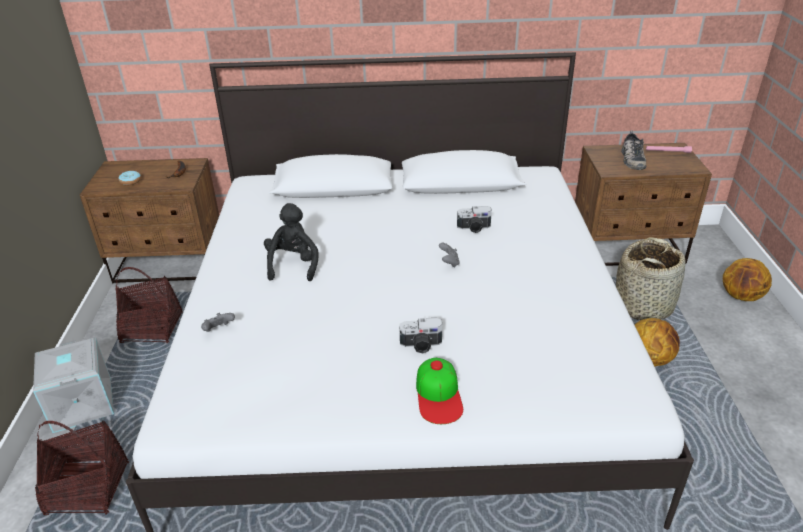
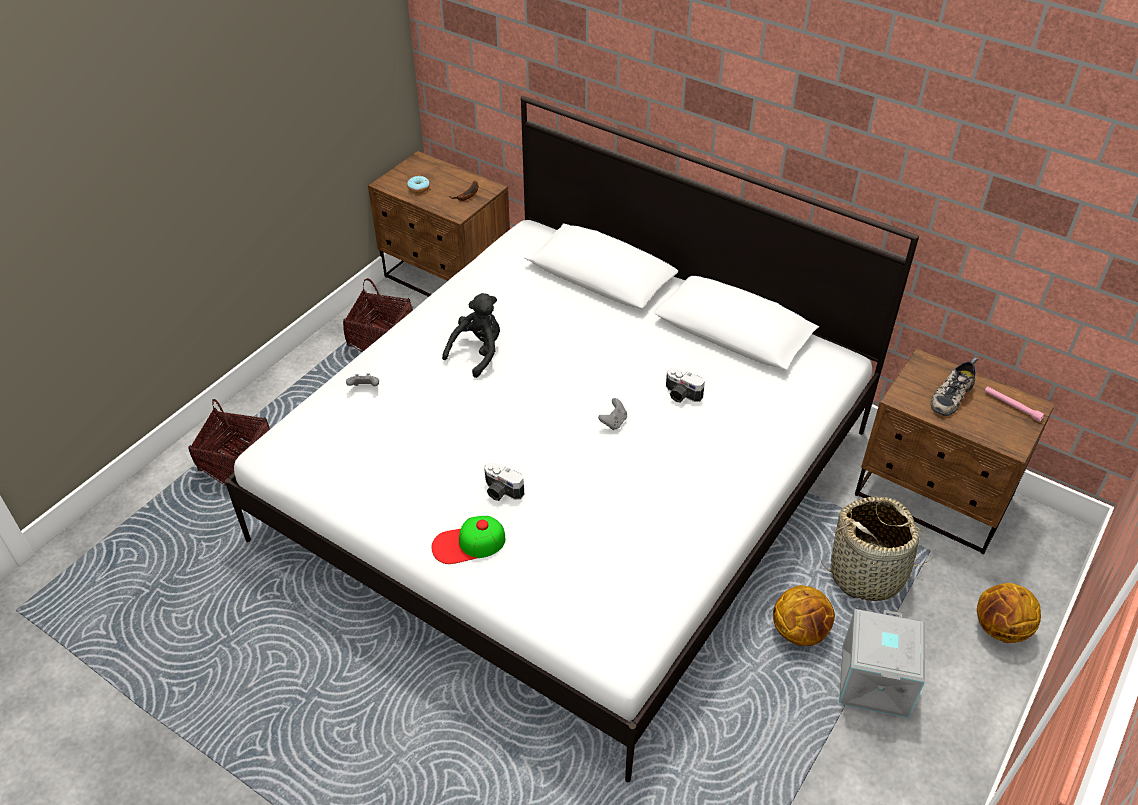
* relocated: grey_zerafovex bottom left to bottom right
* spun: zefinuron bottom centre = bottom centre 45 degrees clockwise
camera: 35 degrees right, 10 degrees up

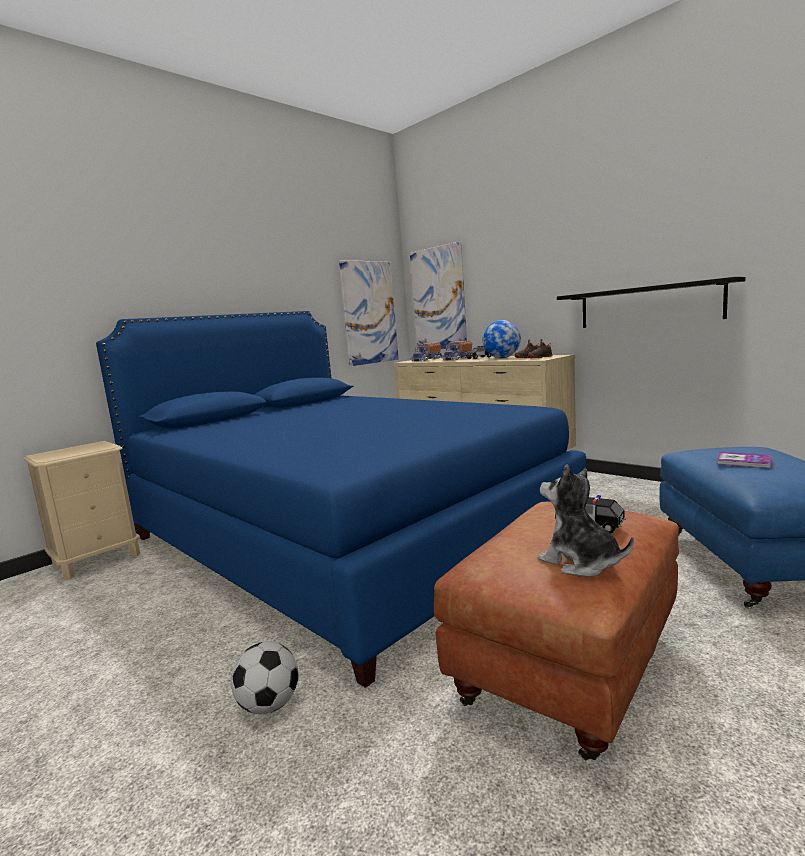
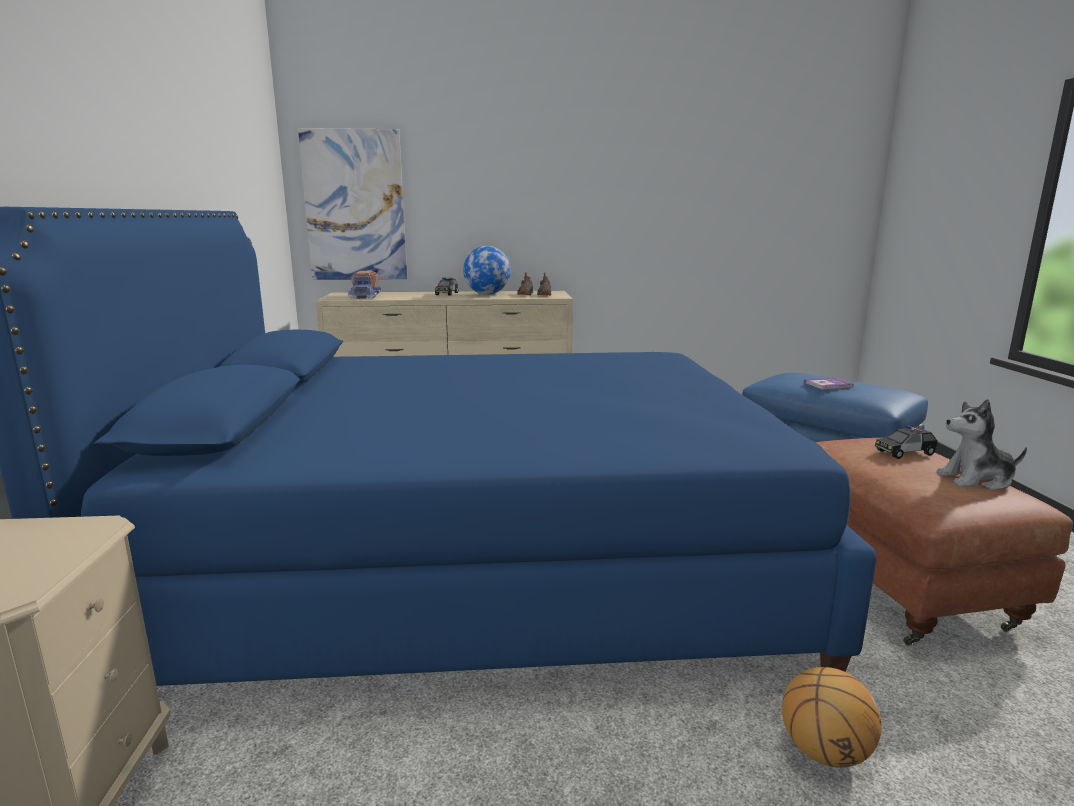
* missing: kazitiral (no. 1 from left) centre
* missing: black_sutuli middle right
* missing: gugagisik (no. 2 from left) centre
* exchanged: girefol bottom left to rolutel bottom right
camera: 50 degrees left, 5 degrees up

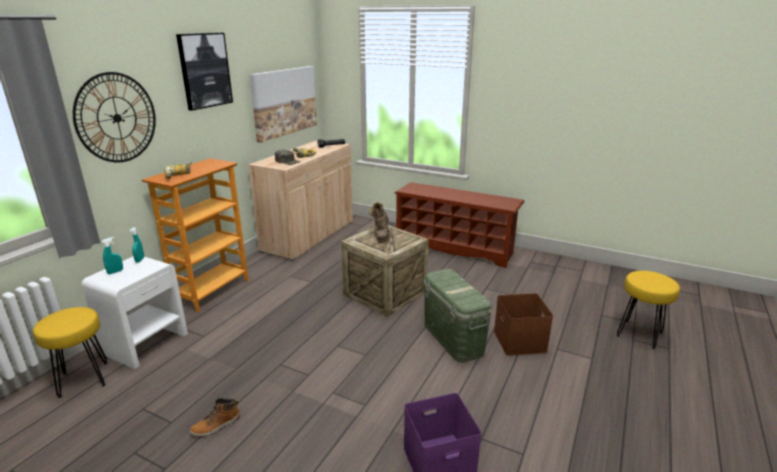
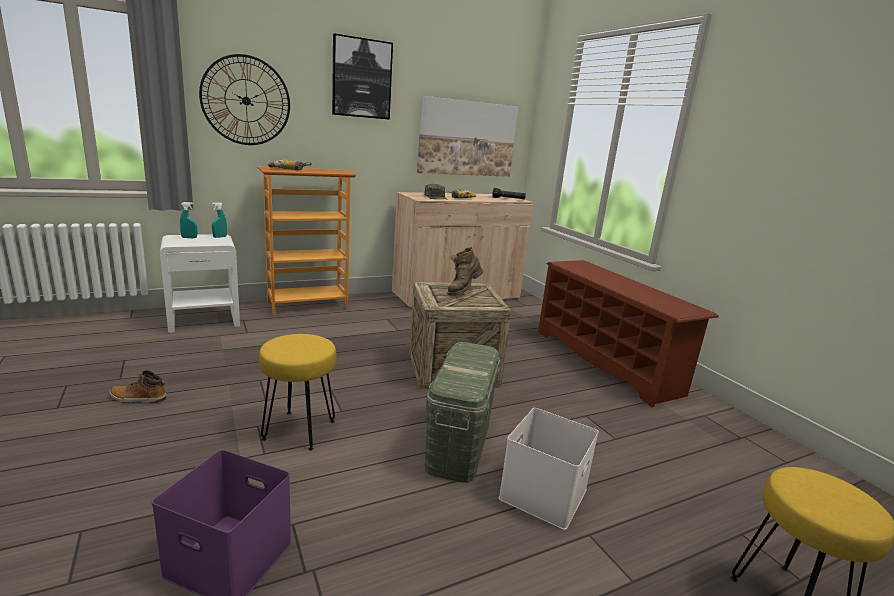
* colour: brown_zerafovex bottom right to white_zerafovex bottom centre
* relocated: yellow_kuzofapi (no. 1 from left) bottom left to middle left
camera: 35 degrees right, 5 degrees down

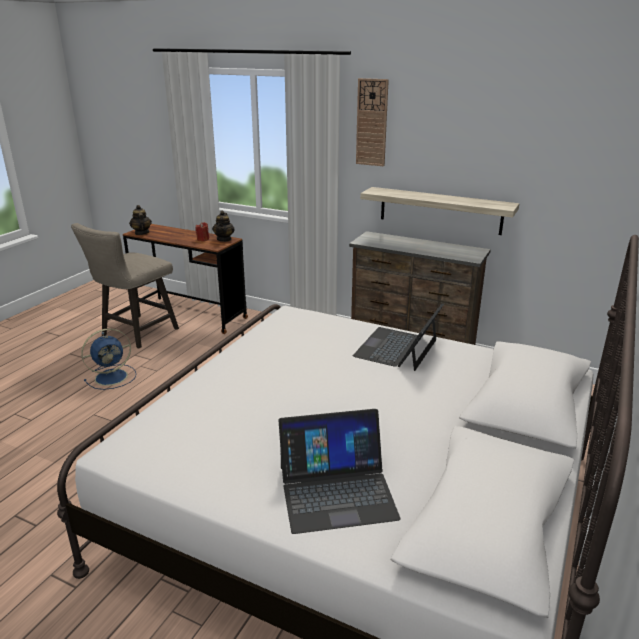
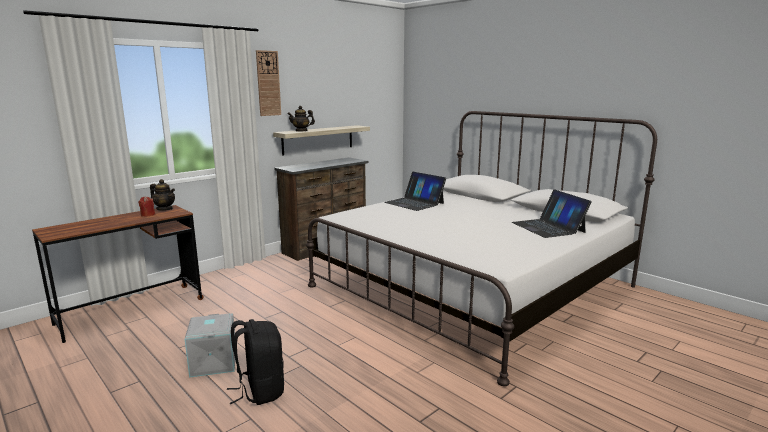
* relocated: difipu (no. 1 from left in the first image) middle left to difipu (no. 2 from left) top centre
* missing: beige_kuzofapi middle left
* exchanged: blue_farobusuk middle left to grey_zerafovex bottom left
* spun: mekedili (no. 1 from left in the first image) bottom centre = middle right 150 degrees clockwise
* appeared: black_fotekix bottom left
camera: 70 degrees left, 10 degrees down

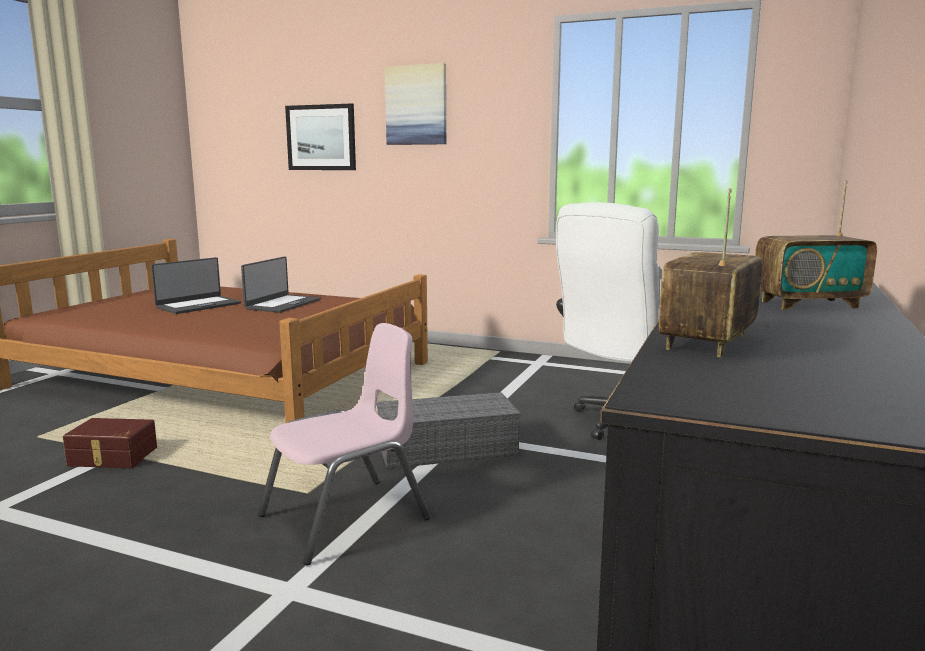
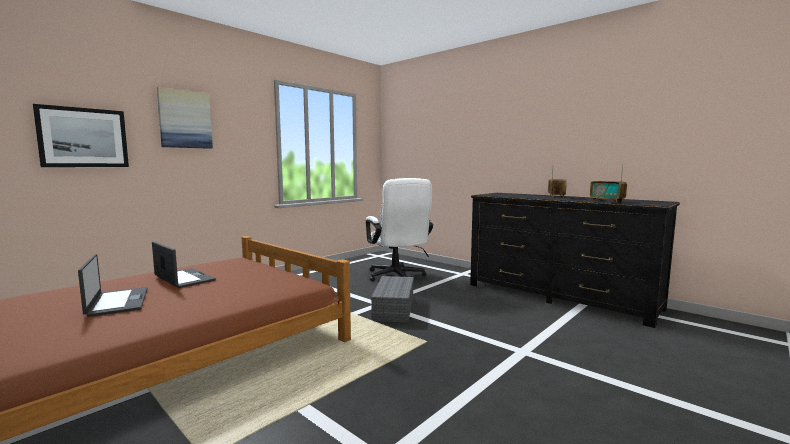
* missing: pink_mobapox bottom centre
* missing: brown_zerafovex bottom left
camera: 70 degrees left, 5 degrees down

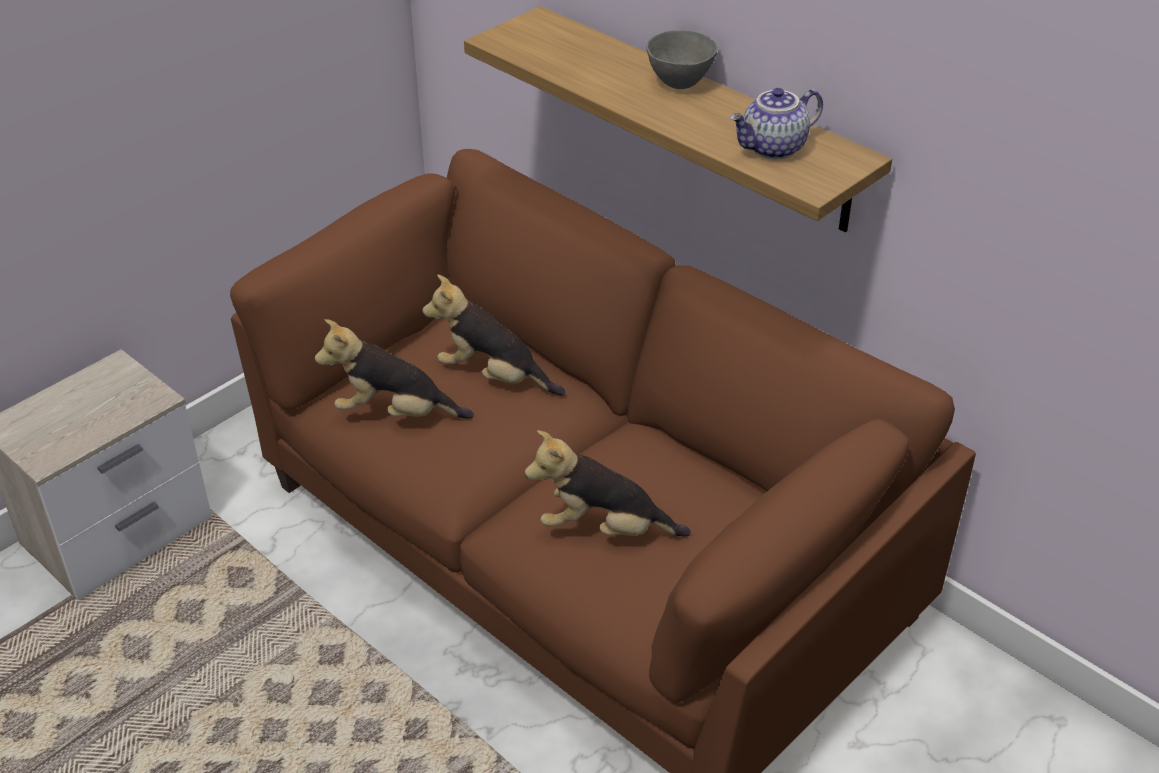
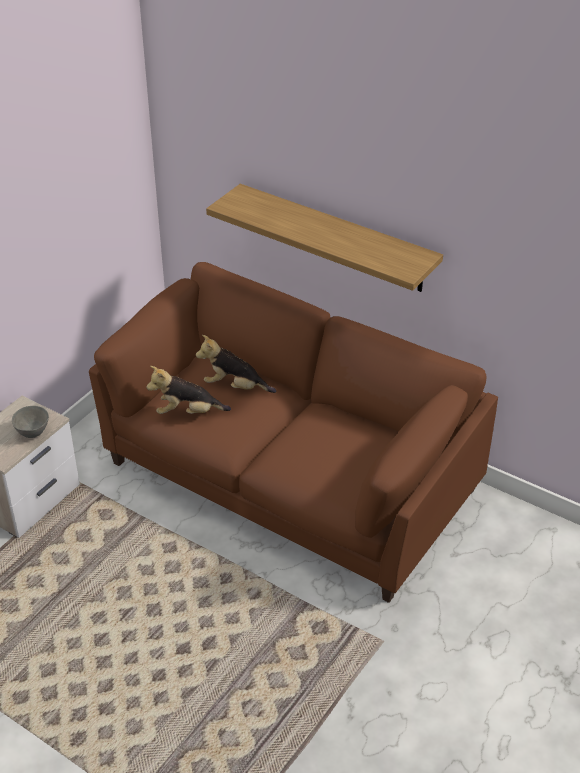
* relocated: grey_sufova top centre to middle left
* missing: difipu top right
* missing: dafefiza (no. 3 from left) centre
camera: 10 degrees left, 0 degrees up

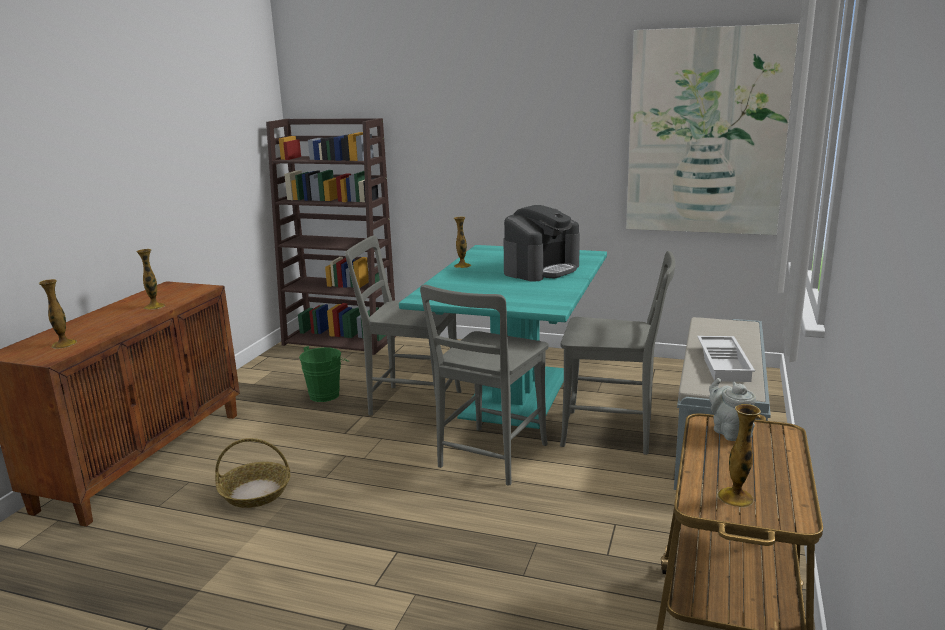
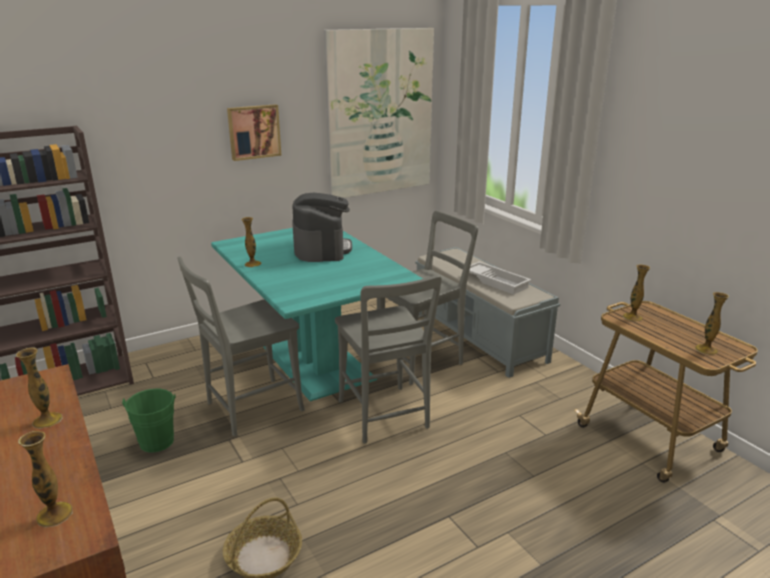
* exchanged: grey_difipu middle right to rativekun (no. 4 from left) middle right
* appeared: kazitiral (no. 1 from left) top left
camera: 50 degrees left, 5 degrees up

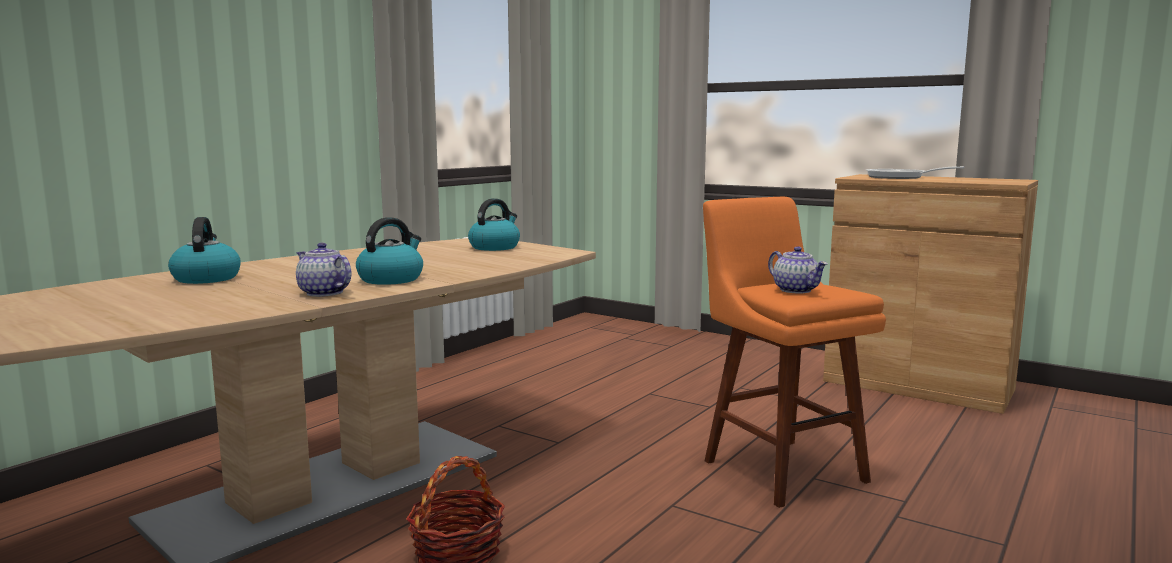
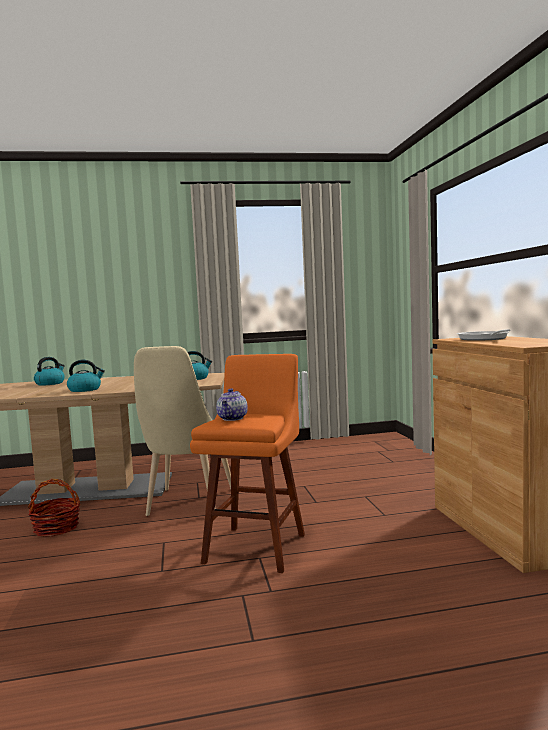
* missing: difipu (no. 1 from left) middle left
* appeared: beige_mobapox middle left
camera: 45 degrees right, 5 degrees down

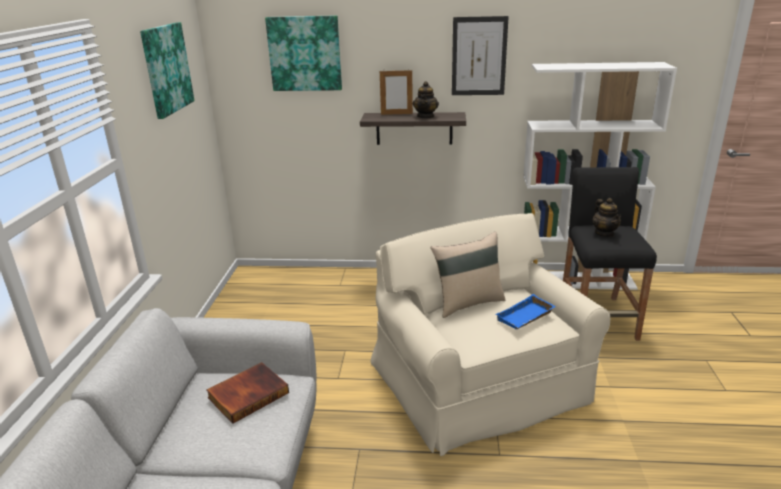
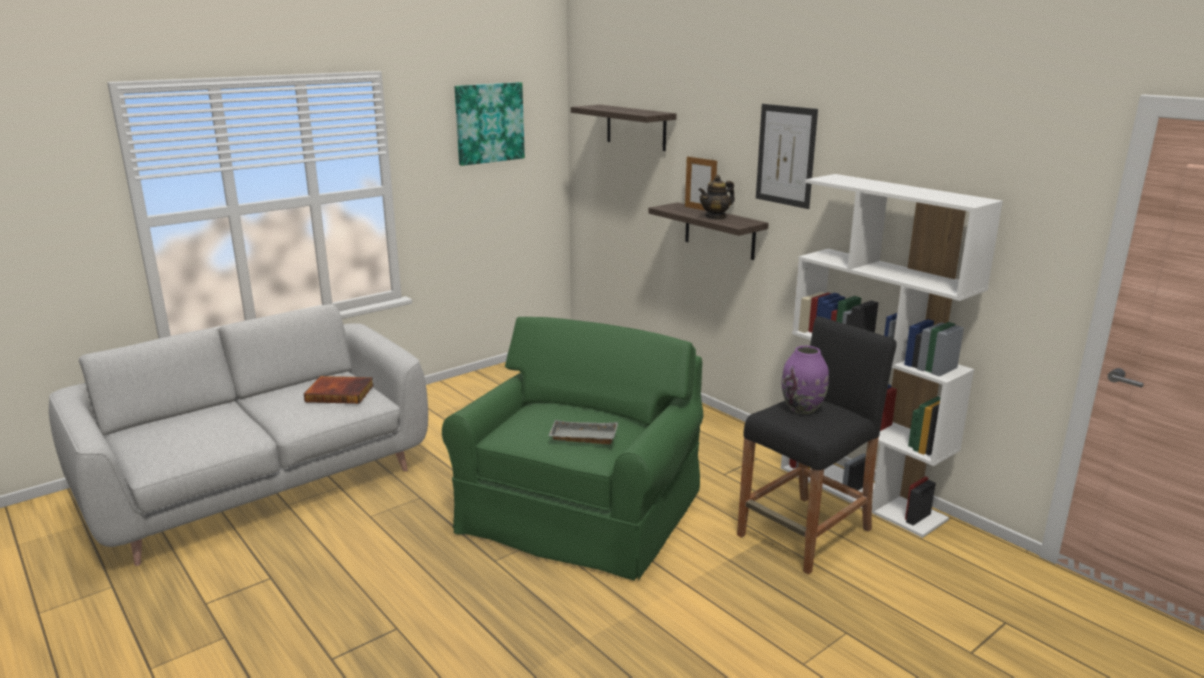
* exchanged: kazitiral (no. 2 from left) top centre to sutuli (no. 1 from left) top centre
* exchanged: difipu (no. 2 from left) middle right to purple_rativekun middle right
* colour: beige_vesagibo bottom centre to green_vesagibo centre
* missing: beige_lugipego centre
* colour: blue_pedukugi middle right to grey_pedukugi centre
camera: 45 degrees right, 5 degrees down

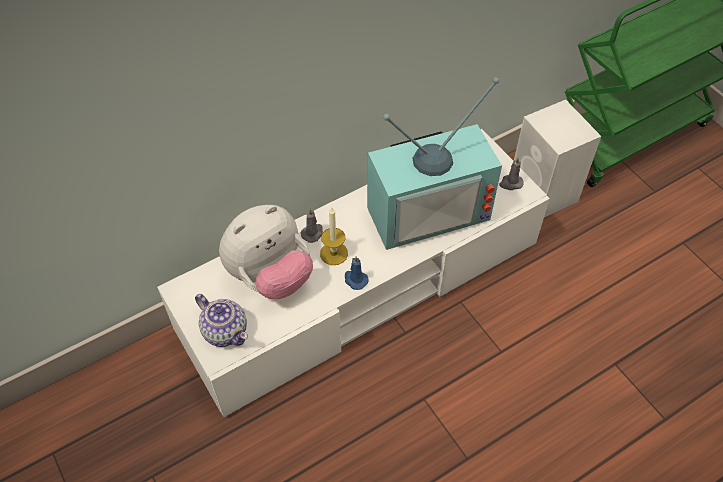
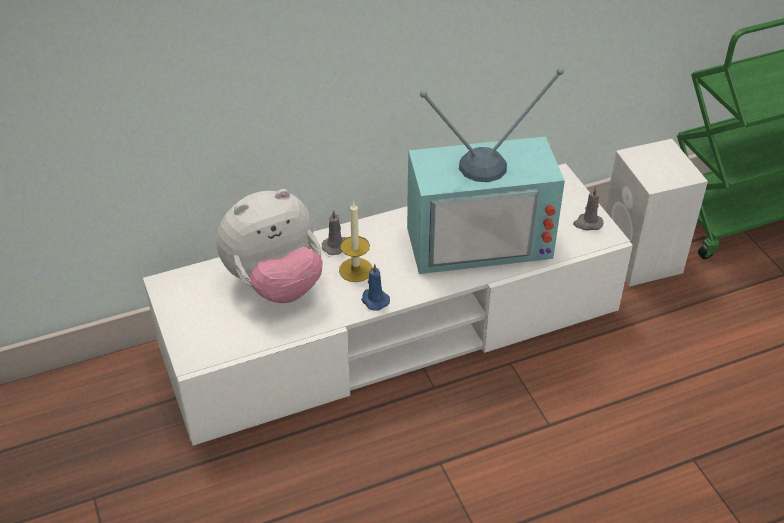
* missing: difipu middle left
camera: 10 degrees right, 10 degrees down

